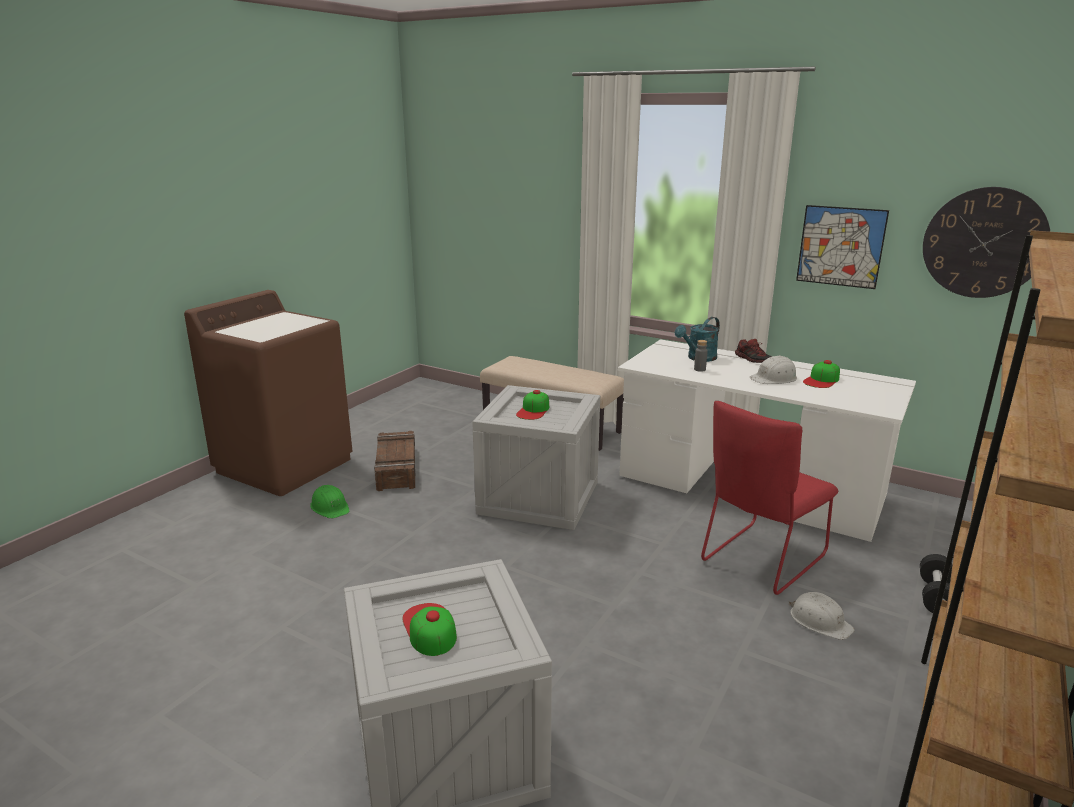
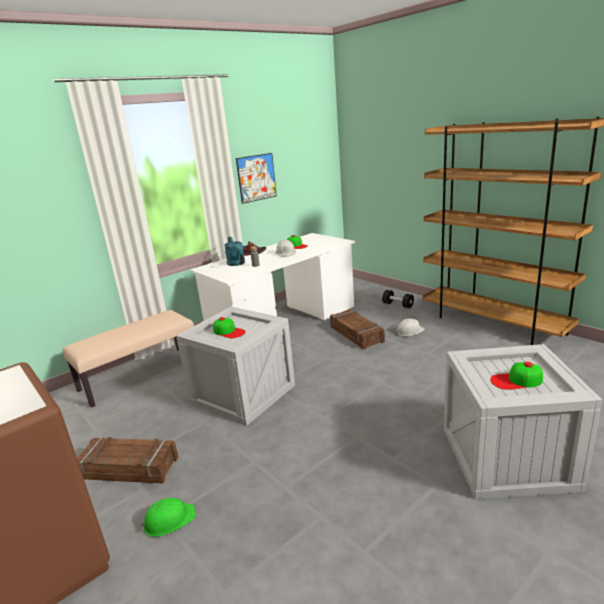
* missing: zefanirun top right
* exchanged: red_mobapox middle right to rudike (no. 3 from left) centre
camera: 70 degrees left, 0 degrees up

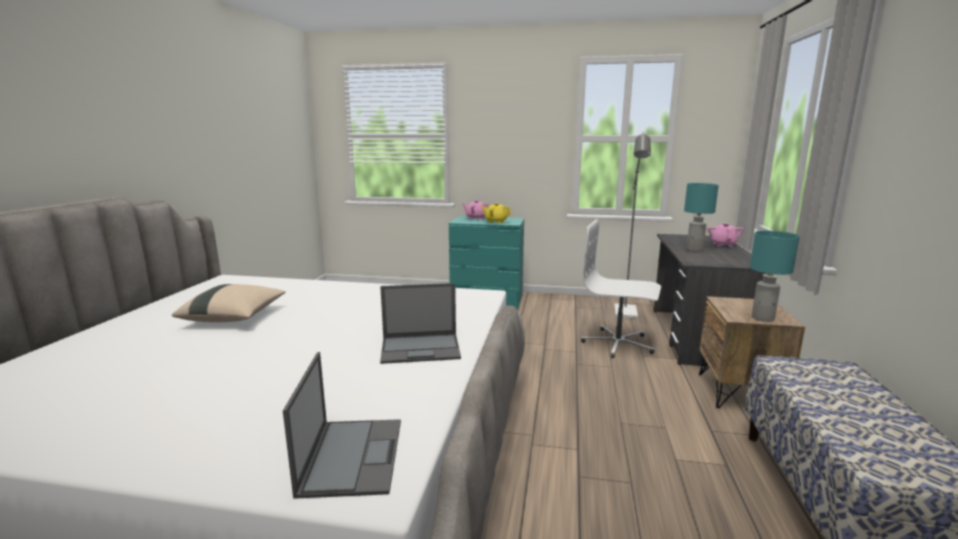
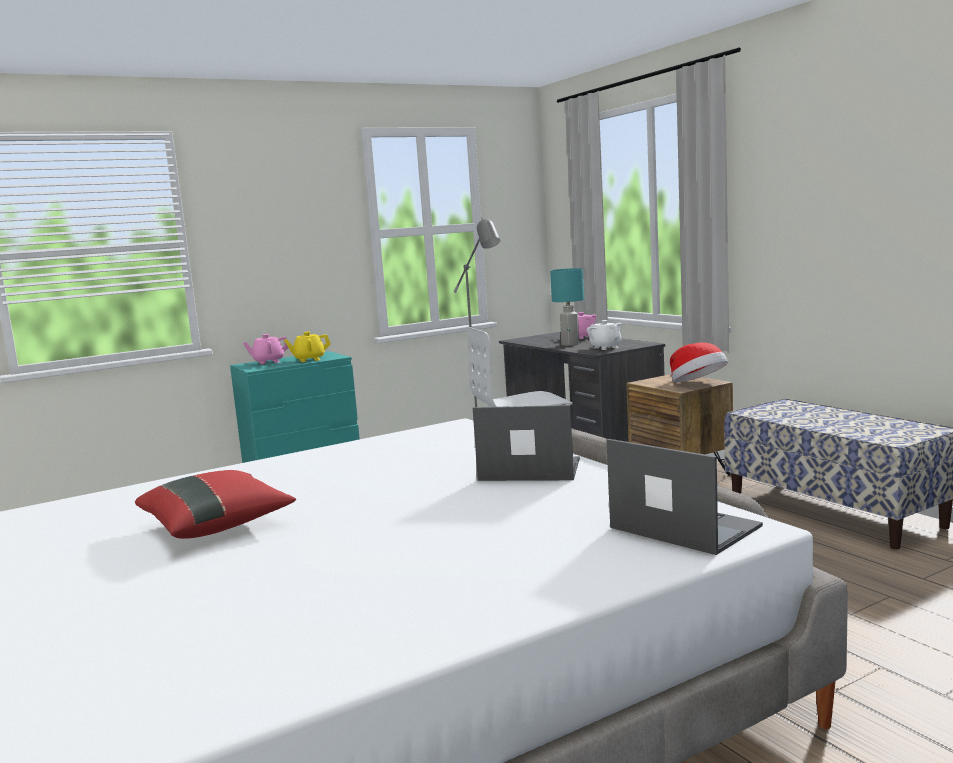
* exchanged: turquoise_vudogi (no. 2 from left) middle right to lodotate middle right
* spun: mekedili (no. 2 from left in the first image) centre = centre 120 degrees counterclockwise
* colour: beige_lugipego middle left to red_lugipego middle left
* appeared: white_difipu centre
camera: 40 degrees left, 5 degrees down

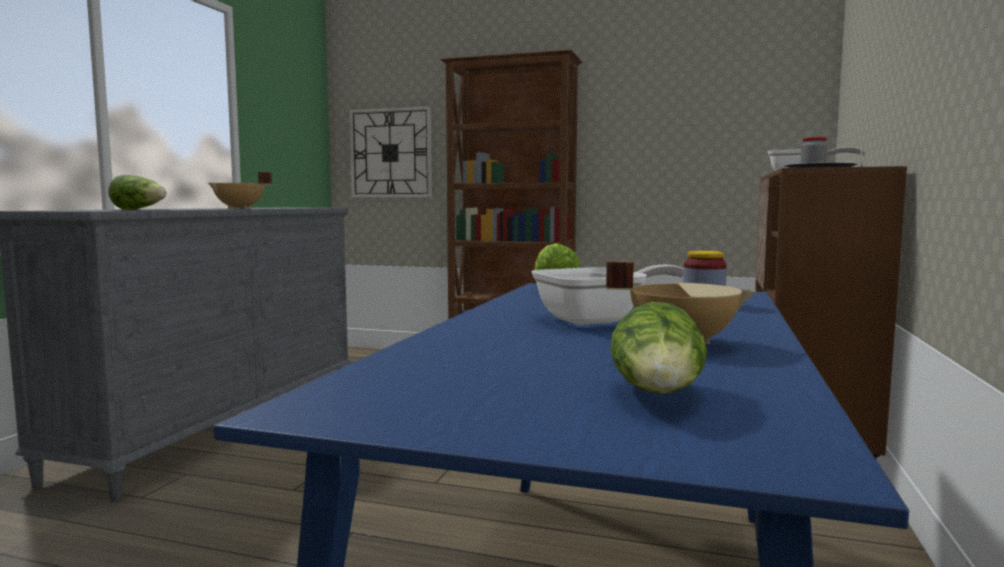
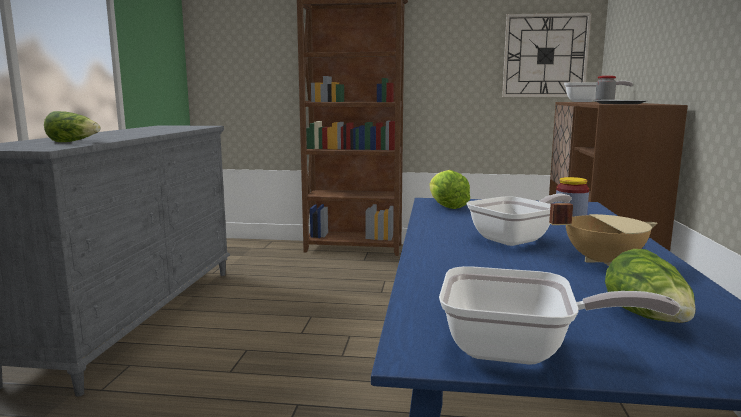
* relocated: zefanirun top centre to top right
* missing: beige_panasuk (no. 1 from left) middle left
* appeared: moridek (no. 2 from left) bottom right
camera: 10 degrees left, 5 degrees up

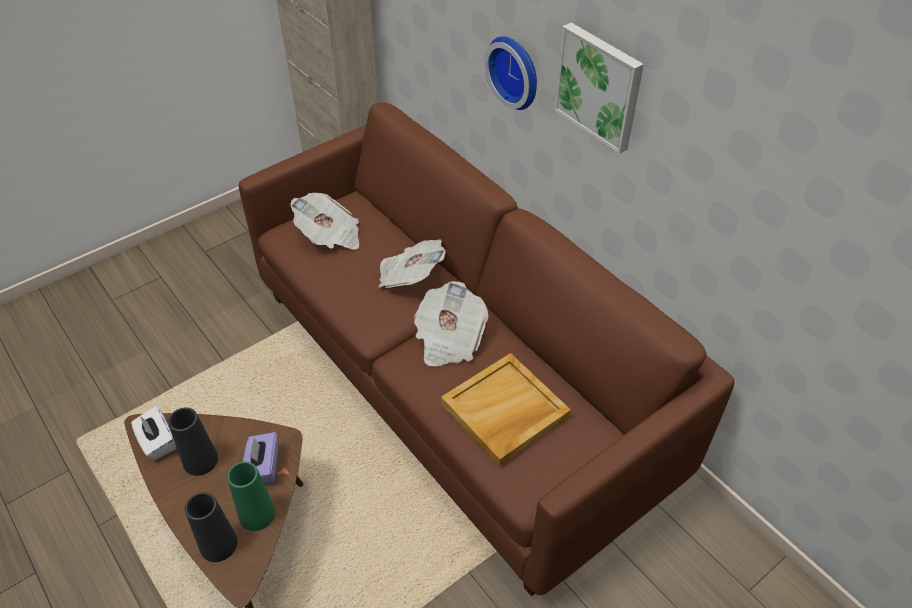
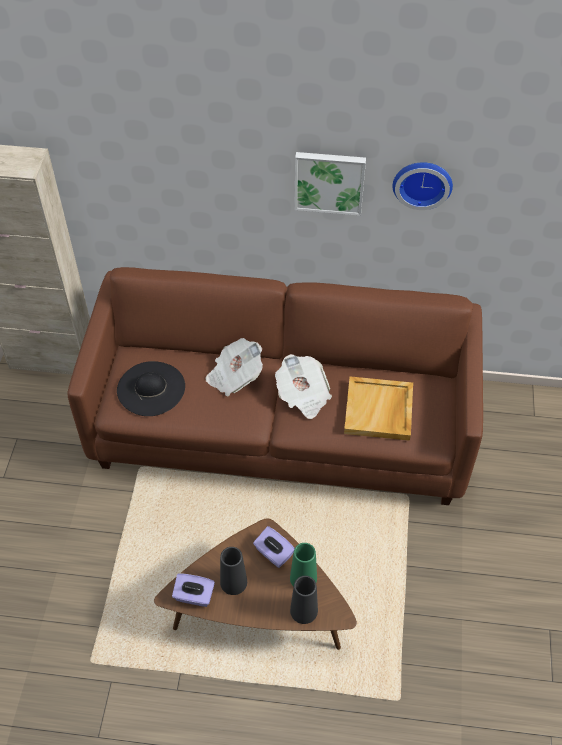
* relocated: zefanirun top centre to top right
* exchanged: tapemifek (no. 1 from left) centre to black_lodotate middle left
* colour: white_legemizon bottom left to purple_legemizon (no. 1 from left) bottom centre
camera: 45 degrees left, 5 degrees up

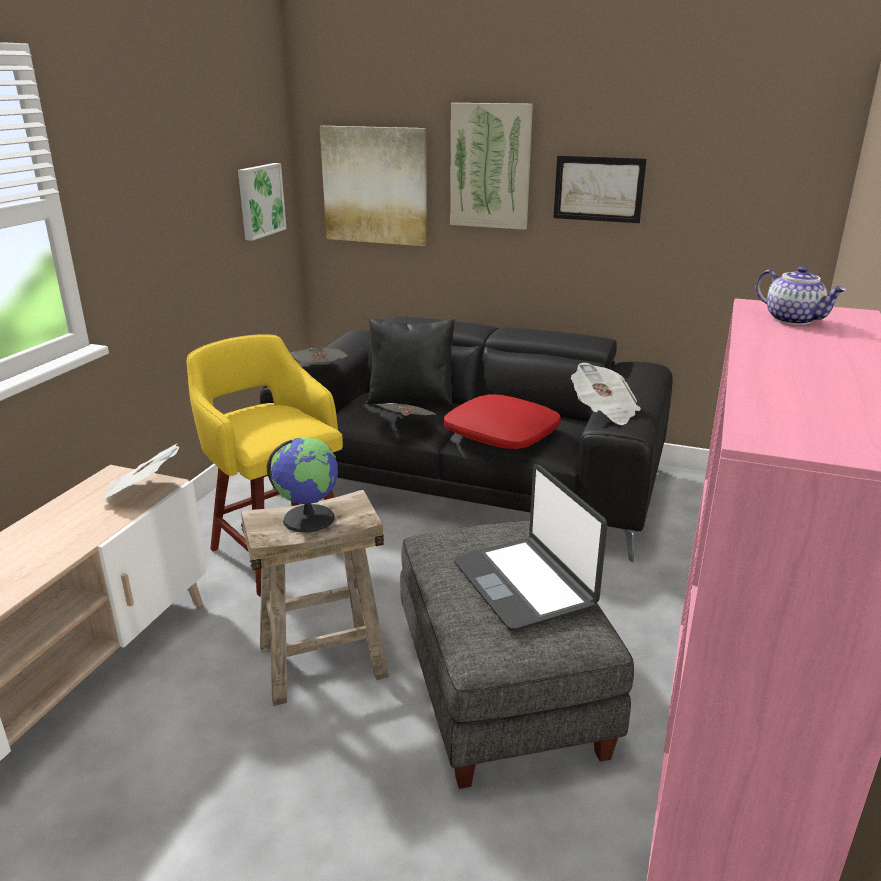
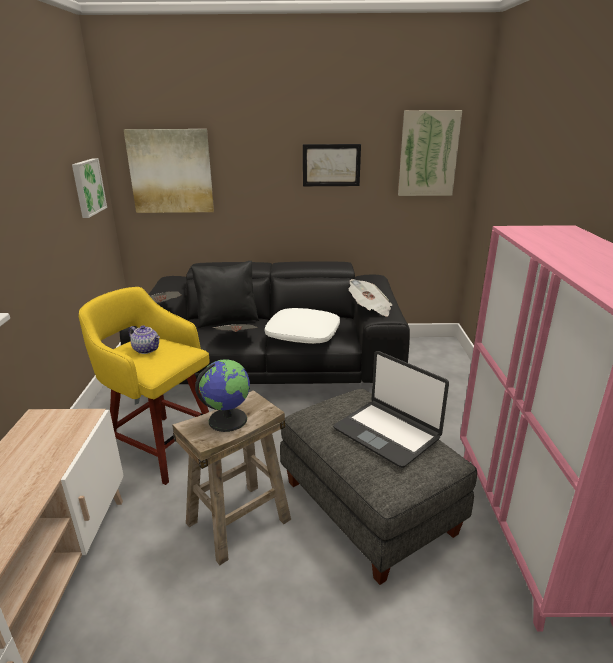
* relocated: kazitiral (no. 3 from left in the first image) top centre to kazitiral (no. 4 from left) top right
* relocated: difipu middle right to middle left
* colour: red_lugipego centre to white_lugipego centre
* missing: tapemifek (no. 1 from left) middle left
camera: 20 degrees left, 0 degrees up

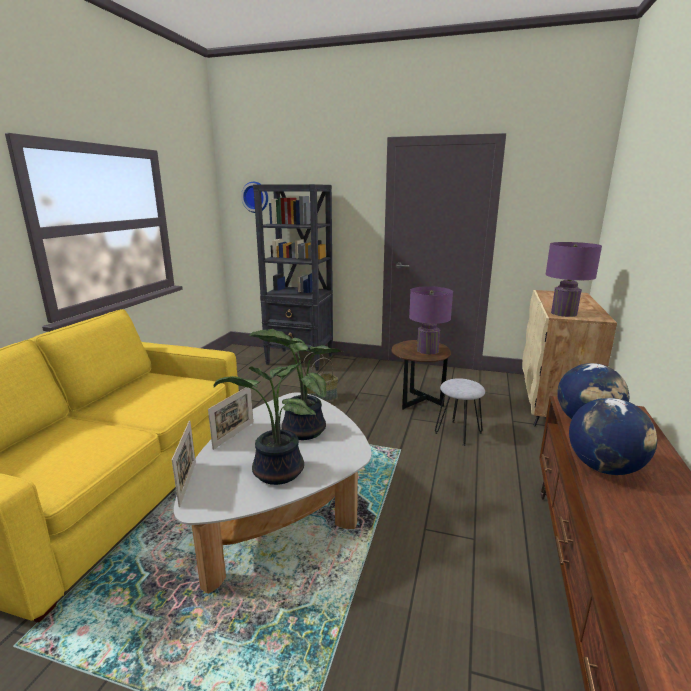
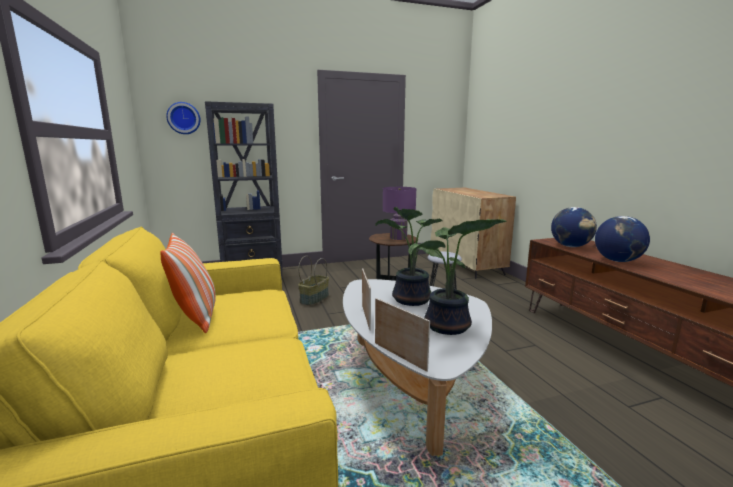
* missing: purple_vudogi (no. 2 from left) middle right
* appeared: lugipego middle left
camera: 35 degrees left, 5 degrees down

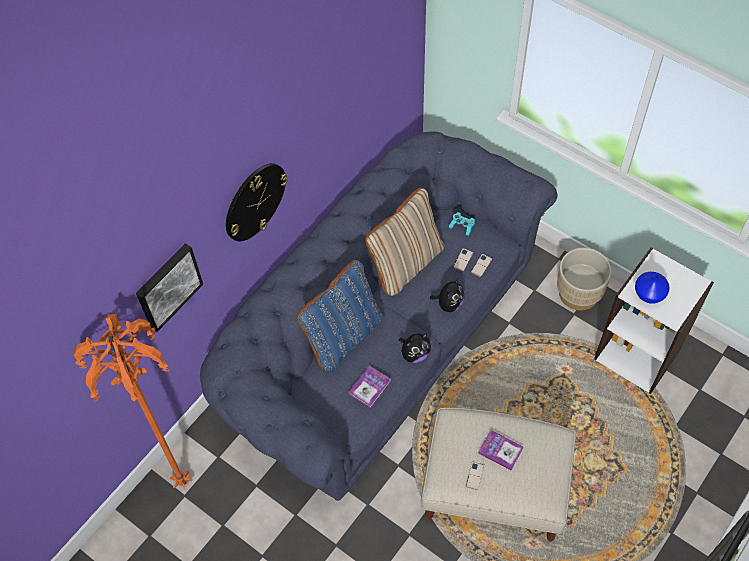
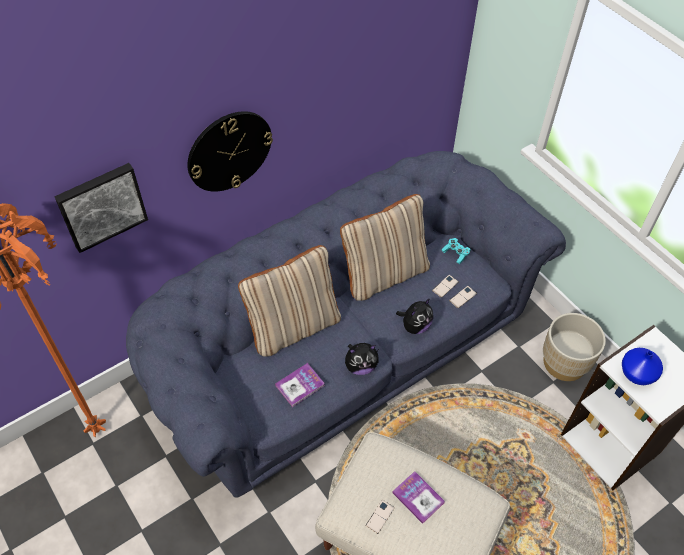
* colour: blue_lugipego centre to beige_lugipego (no. 1 from left) centre
camera: 15 degrees right, 5 degrees down

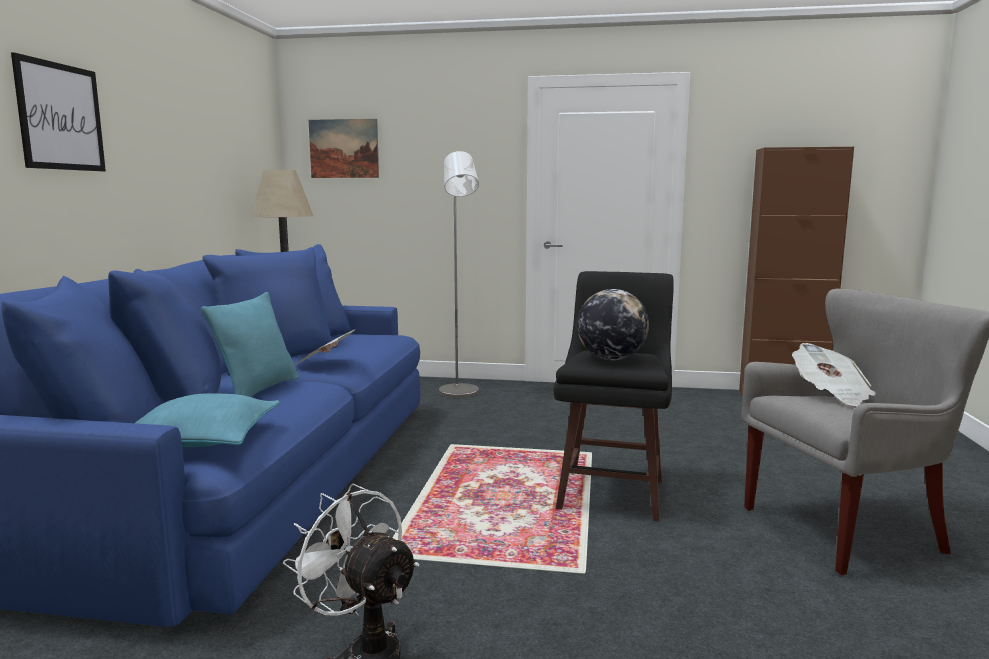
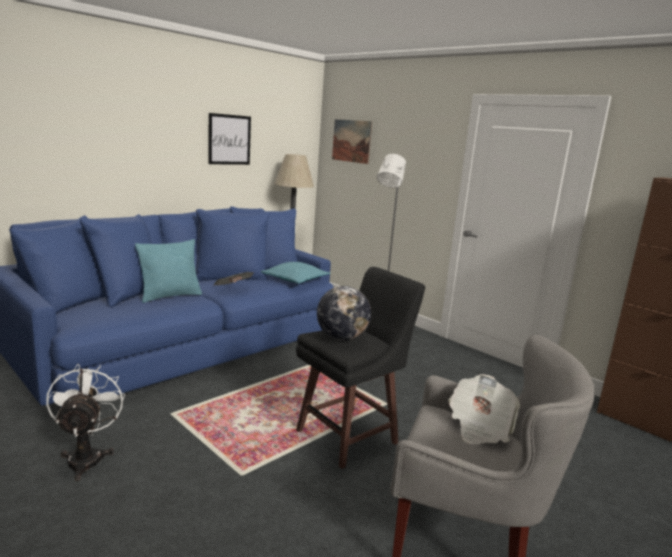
* relocated: kazitiral (no. 1 from left) top left to top centre
* relocated: turquoise_lugipego (no. 1 from left in the first image) middle left to turquoise_lugipego (no. 2 from left) centre
camera: 35 degrees right, 5 degrees up

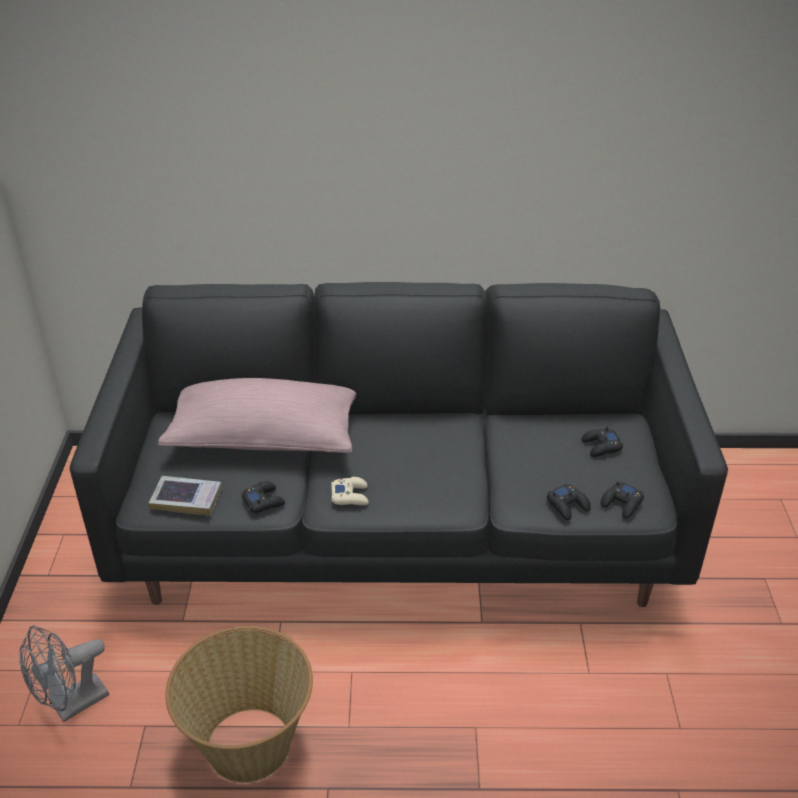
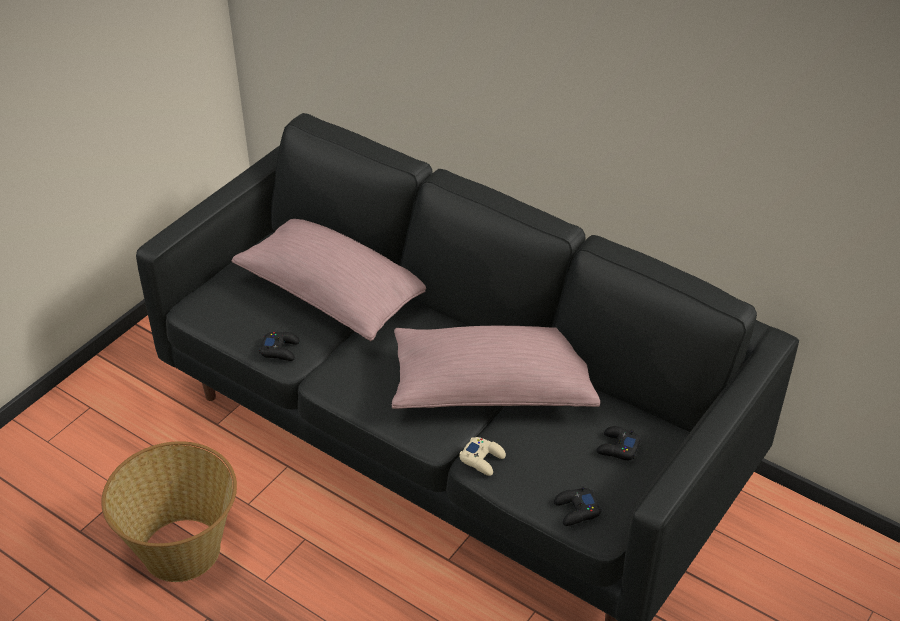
* missing: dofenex middle left
* relocated: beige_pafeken centre to bottom centre
* missing: black_pafeken (no. 2 from left) middle right
* missing: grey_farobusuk bottom left
* appeared: pink_lugipego (no. 2 from left) centre
camera: 35 degrees right, 5 degrees up

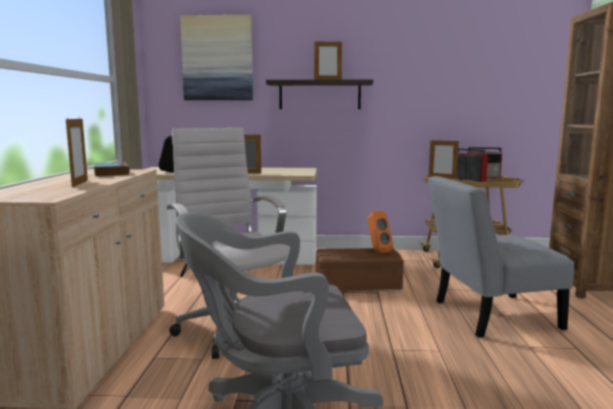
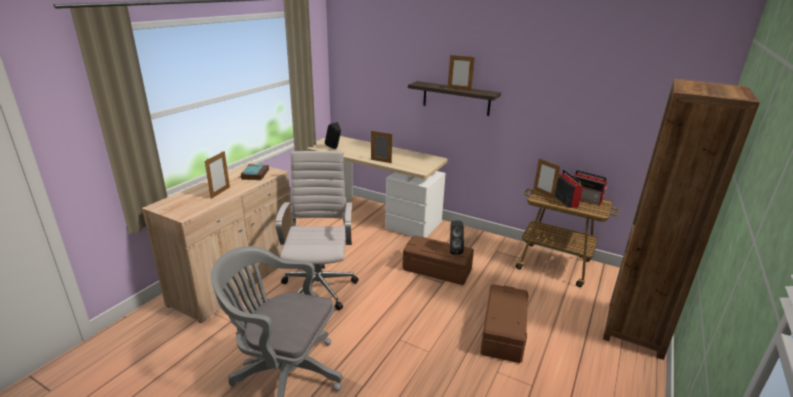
* missing: kazitiral top centre
* exchanged: grey_mobapox middle right to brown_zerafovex (no. 2 from left) bottom centre
* colour: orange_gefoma centre to black_gefoma (no. 2 from left) centre
camera: 25 degrees right, 15 degrees up

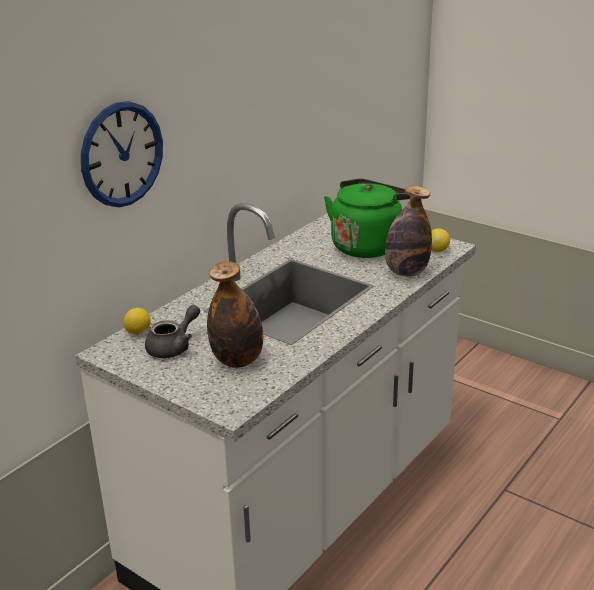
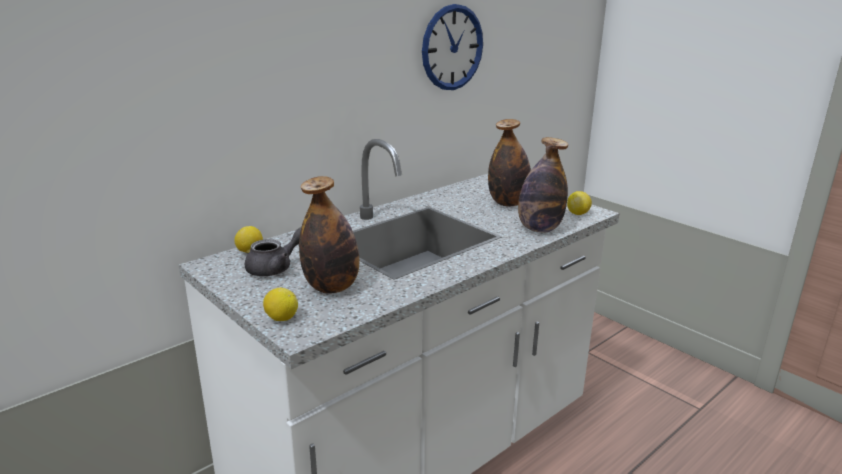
* relocated: zefanirun top left to top centre
* exchanged: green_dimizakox centre to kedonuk (no. 2 from left) centre
* appeared: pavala (no. 2 from left) middle left
camera: 10 degrees right, 5 degrees down

